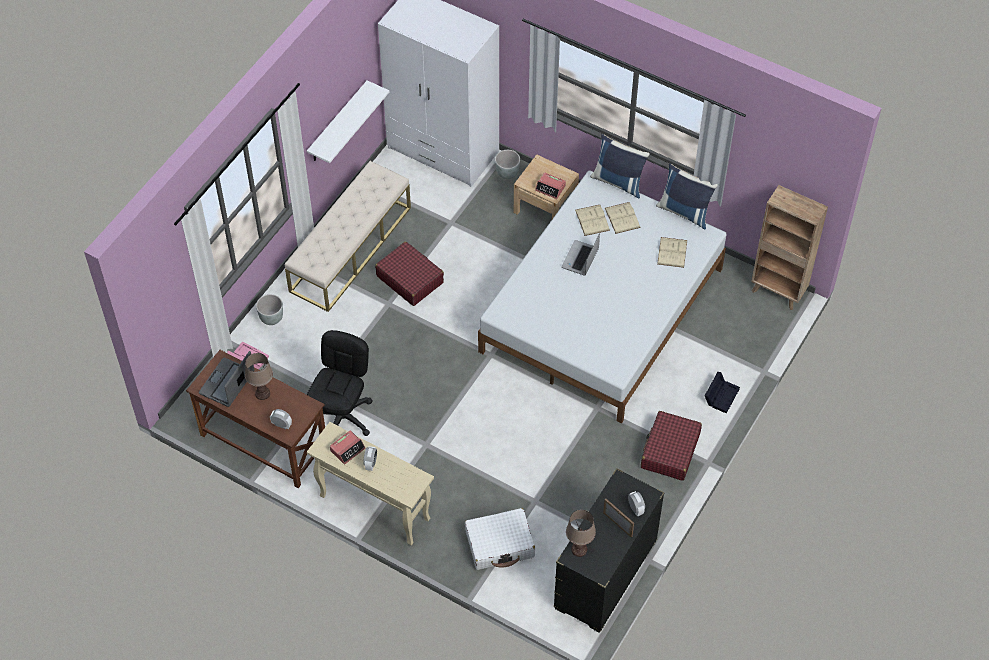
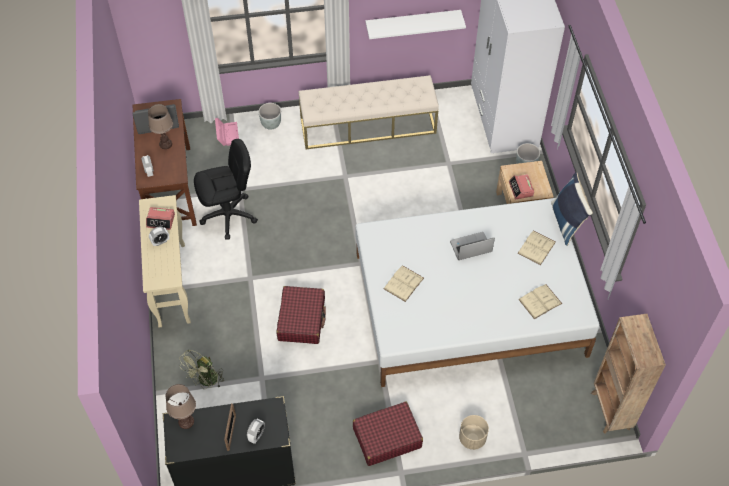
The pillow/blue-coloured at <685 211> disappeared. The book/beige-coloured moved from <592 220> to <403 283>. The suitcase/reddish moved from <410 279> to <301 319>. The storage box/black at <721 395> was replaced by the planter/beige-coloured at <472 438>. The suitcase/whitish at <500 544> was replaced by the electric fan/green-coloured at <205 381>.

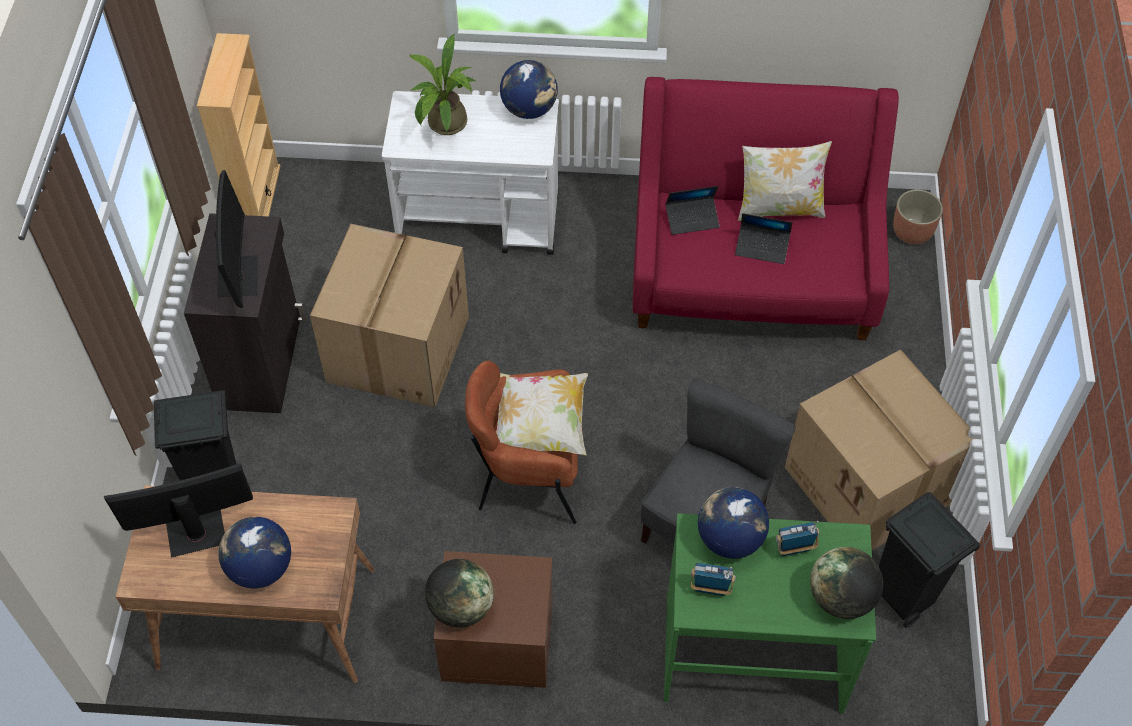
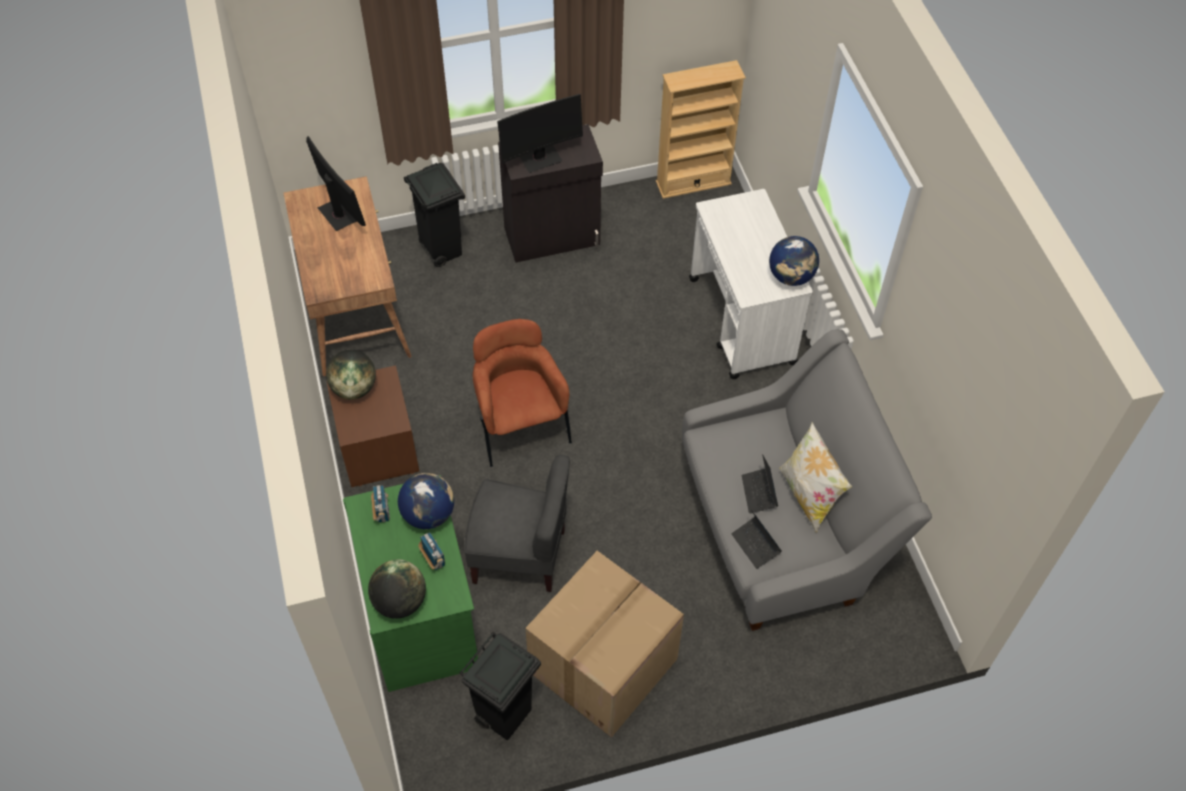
The plant in a pot at <444 126> disappeared. The couch/reddish at <751 274> became the couch/grey at <781 525>. The notebook computer moved from <692 219> to <756 545>. The planter at <912 231> disappeared. The carton at <397 347> disappeared. The pillow at <540 425> disappeared. The globe at <260 568> disappeared.

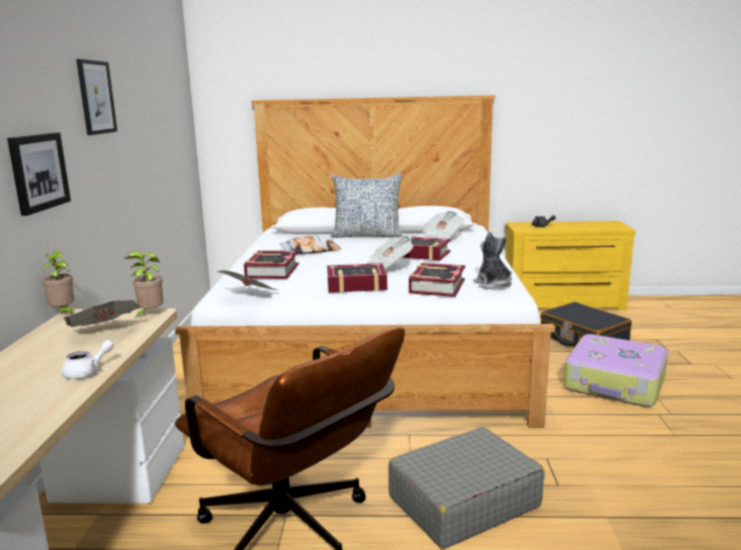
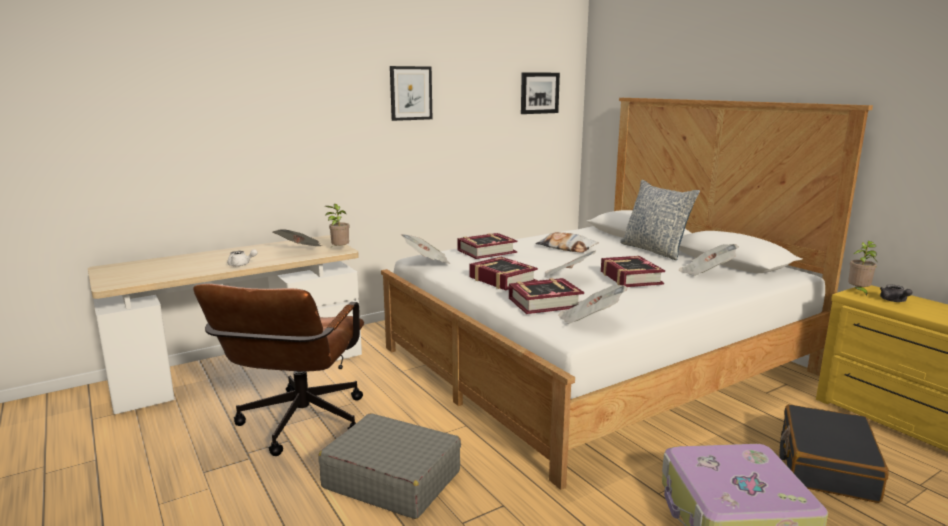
The picture moved from <38 172> to <539 93>. The soft toy at <493 284> was replaced by the newspaper at <589 320>. The plant in a pot moved from <63 313> to <858 292>.

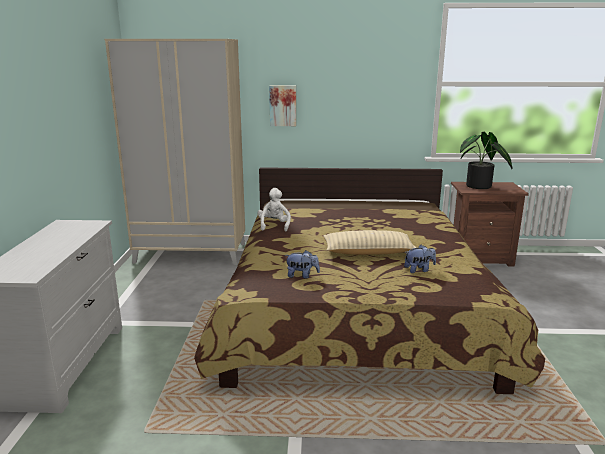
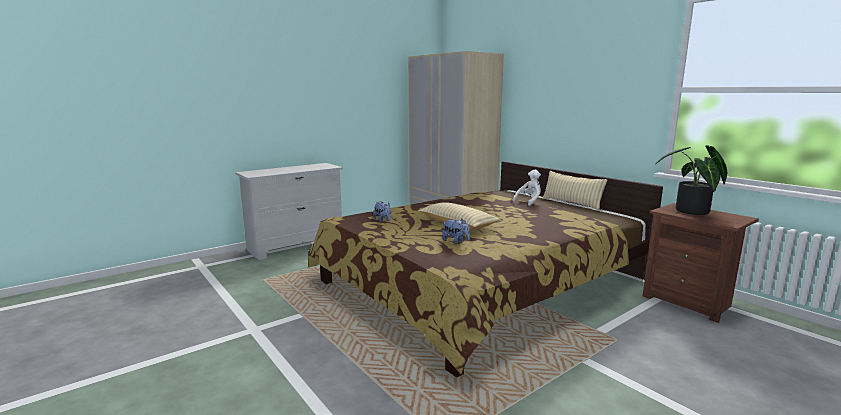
The picture at <283 105> disappeared. The soft toy/whitish moved from <274 226> to <529 201>. The pillow/beige-coloured at <571 203> appeared.

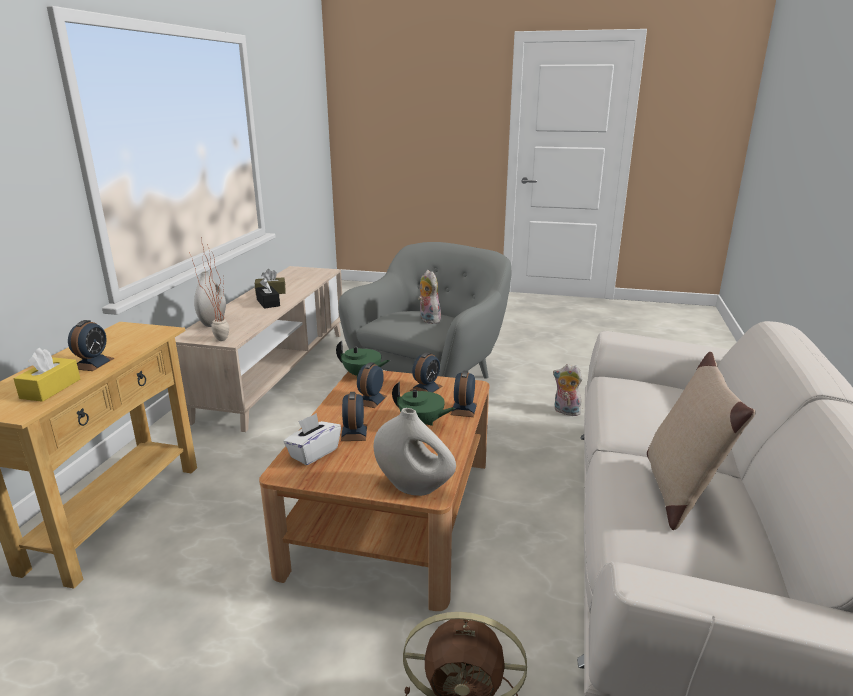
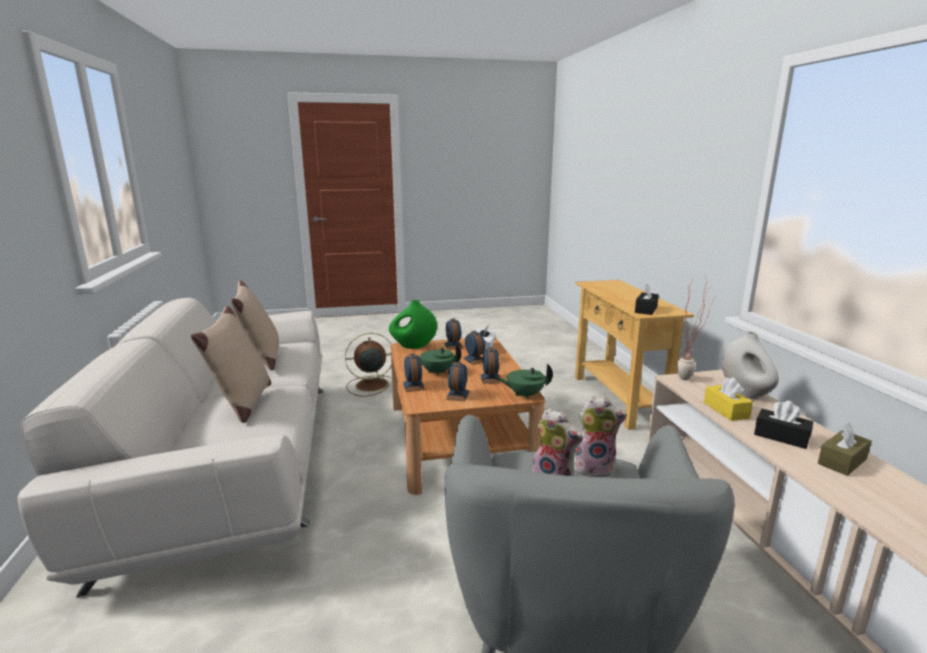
The alarm clock moved from <92 363> to <453 345>. The tissue holder/yellowish moved from <51 388> to <726 410>. The soft toy moved from <565 412> to <594 468>. The flower vase/whitish at <414 487> became the flower vase/green-coloured at <413 346>. The tissue holder/black at <646 310> appeared. The pillow/beige-coloured at <242 404> appeared.

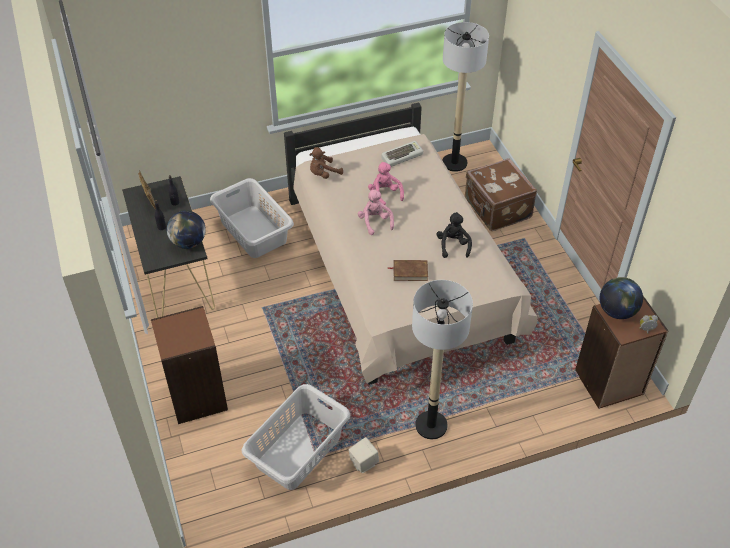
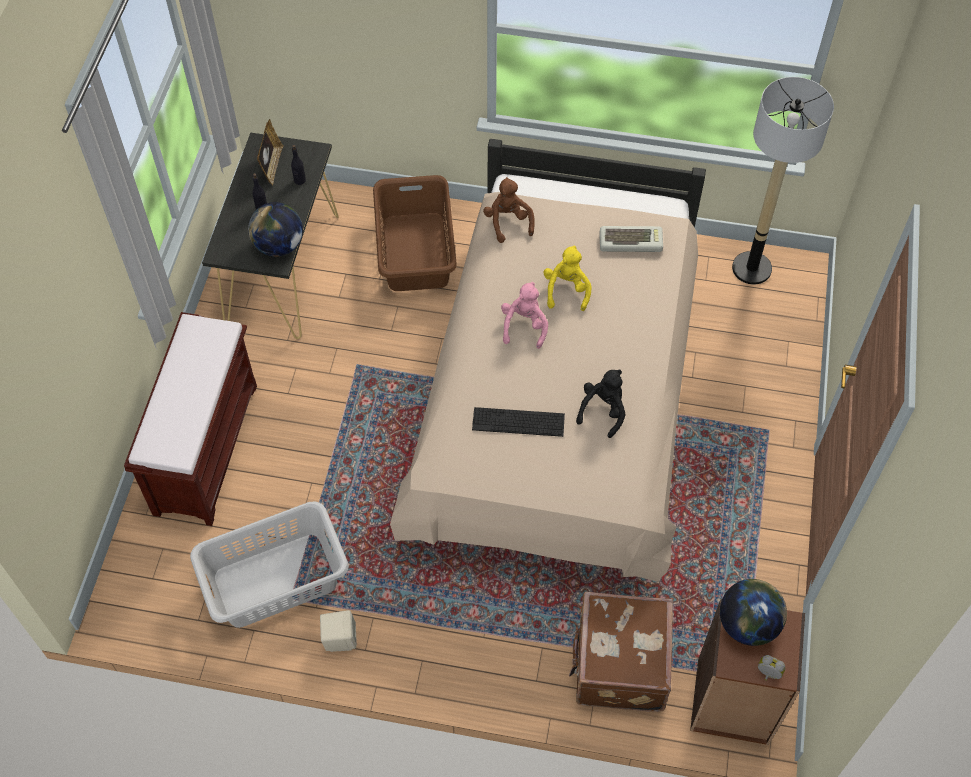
The soft toy/brownish at <323 174> turned 75 degrees clockwise. The suitcase/brownish moved from <496 209> to <618 665>. The soft toy/pinkish at <385 194> became the soft toy/yellowish at <566 290>. The hamper/grey at <254 231> became the hamper/brownish at <416 251>. The book/brownish at <410 272> was replaced by the keyboard at <518 422>. The standing lamp at <431 425> disappeared. The shelving unit/brownish at <196 396> was replaced by the long seat/brownish at <206 447>.

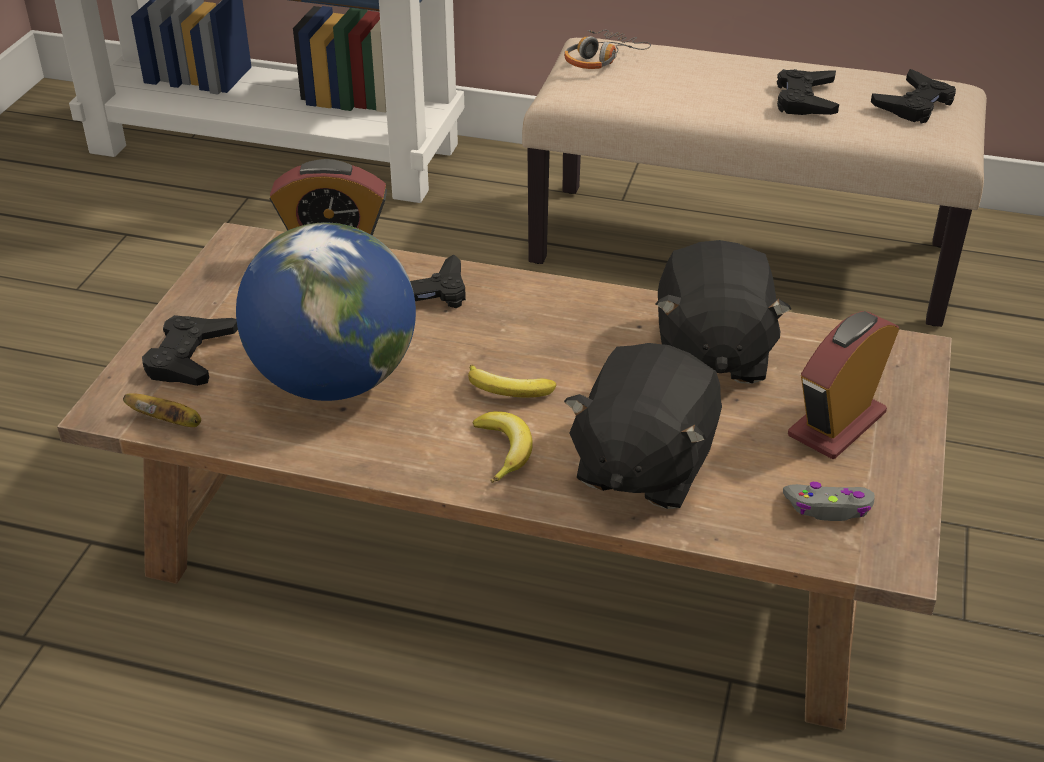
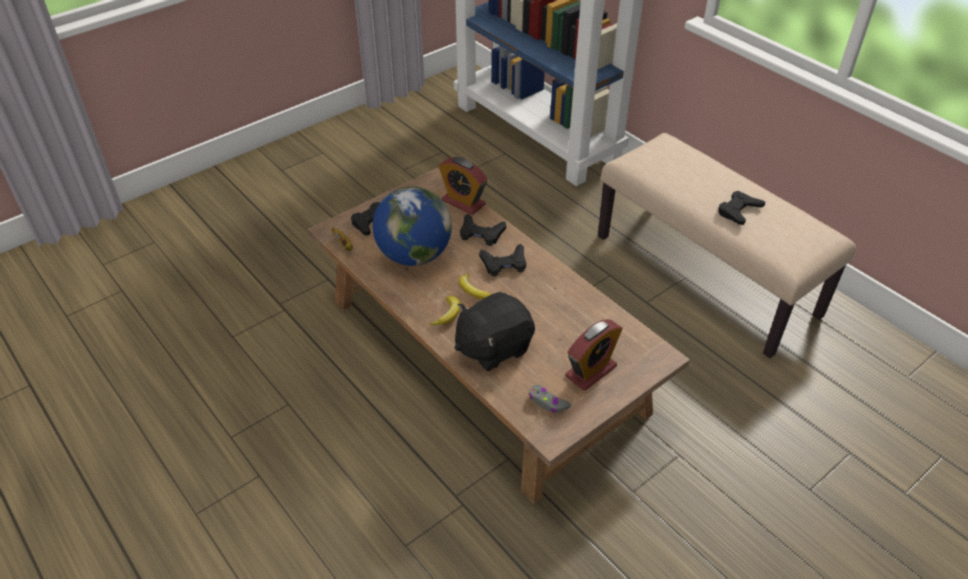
The headphones at <601 59> disappeared. The gamepad/black moved from <914 104> to <504 264>. The soft toy/black at <711 353> disappeared. The alarm clock at <837 424> turned 150 degrees clockwise.

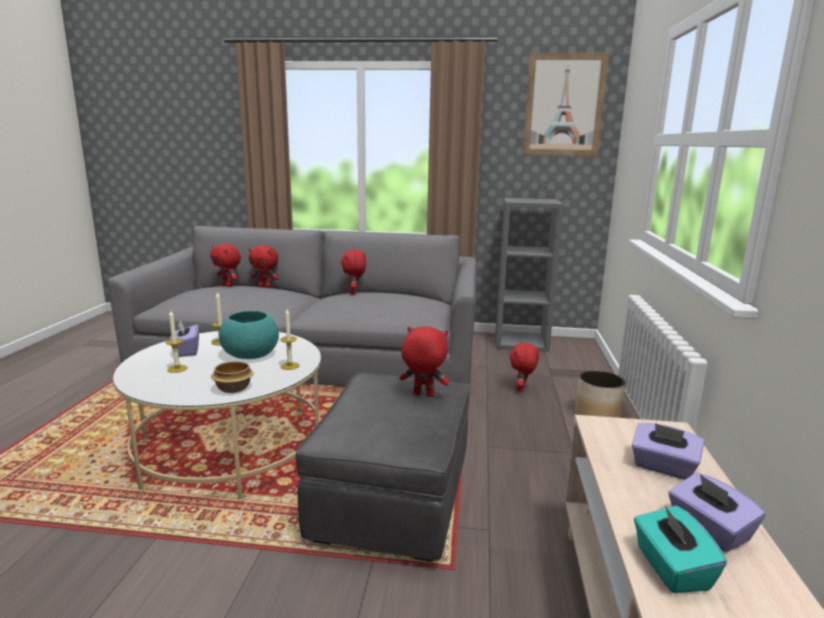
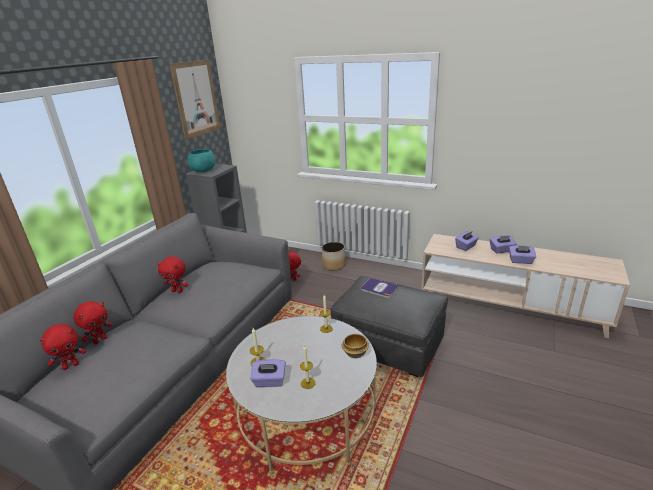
The deep dish/blue-green moved from <249 355> to <203 171>. The soft toy/reddish at <423 395> was replaced by the book at <379 288>. The tissue holder/blue-green at <671 568> became the tissue holder/purplish at <520 261>.

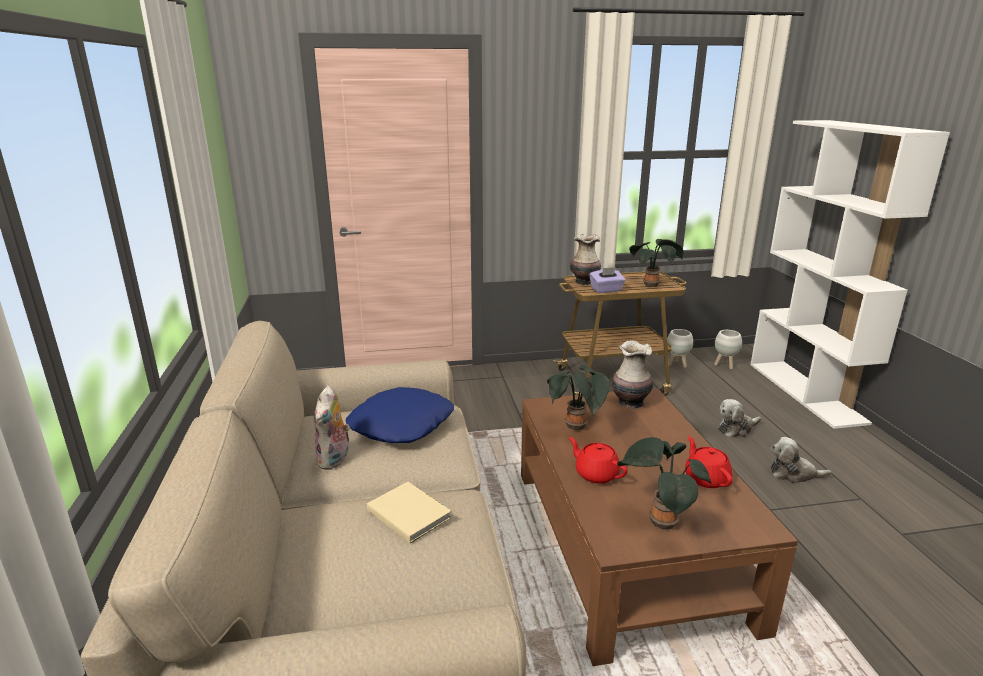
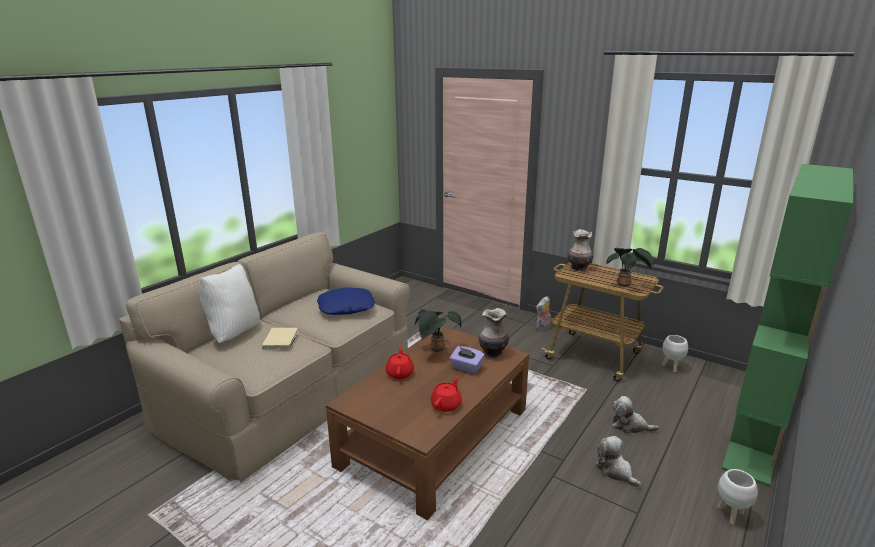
The shelving unit/whitish at <806 392> became the shelving unit/green-coloured at <756 436>. The tissue holder/purplish moved from <606 290> to <466 368>. The planter/whitish moved from <725 365> to <731 515>. The soft toy moved from <335 460> to <542 328>. The plant in a pot at <659 522> disappeared. The pillow/whitish at <234 333> appeared.

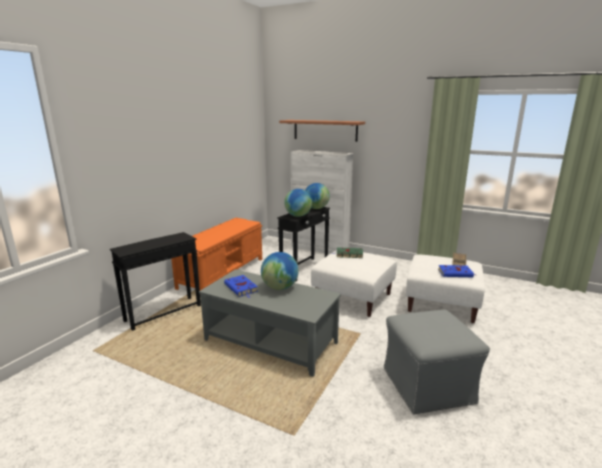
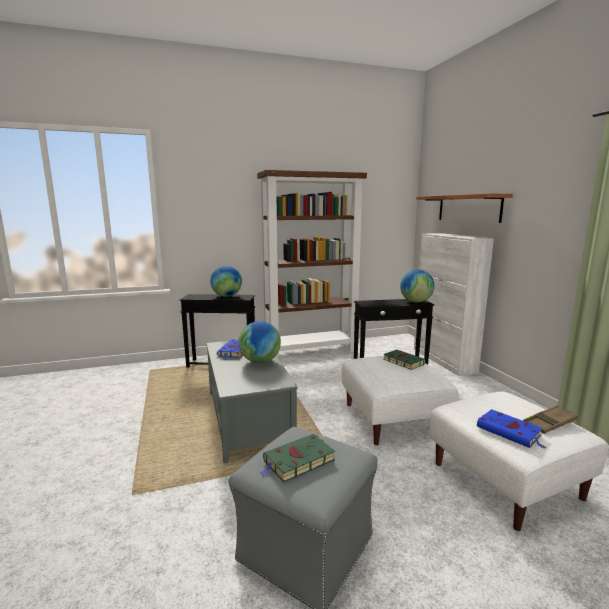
The globe moved from <298 216> to <227 296>. The long seat/orange-coloured at <222 272> was replaced by the shelving unit/brownish at <311 351>. The book/green-coloured at <297 461> appeared.

